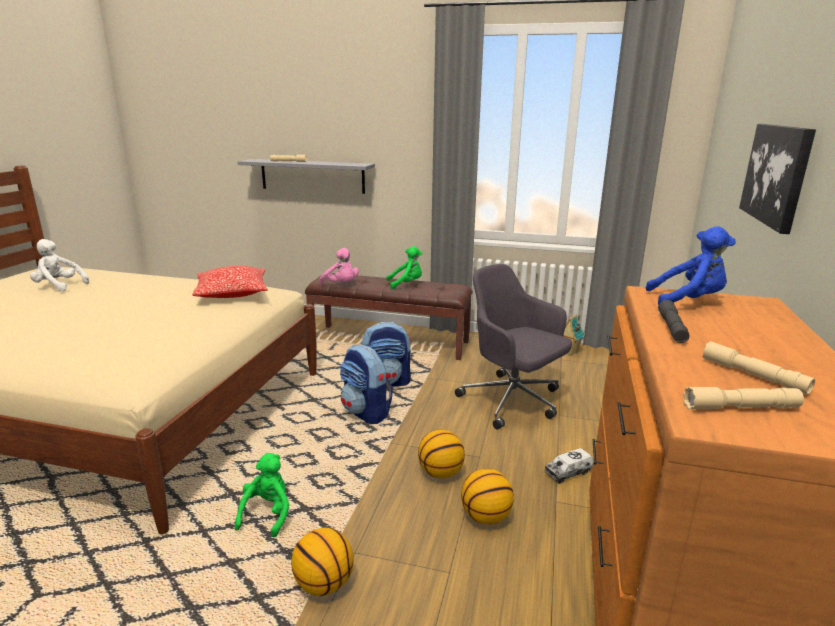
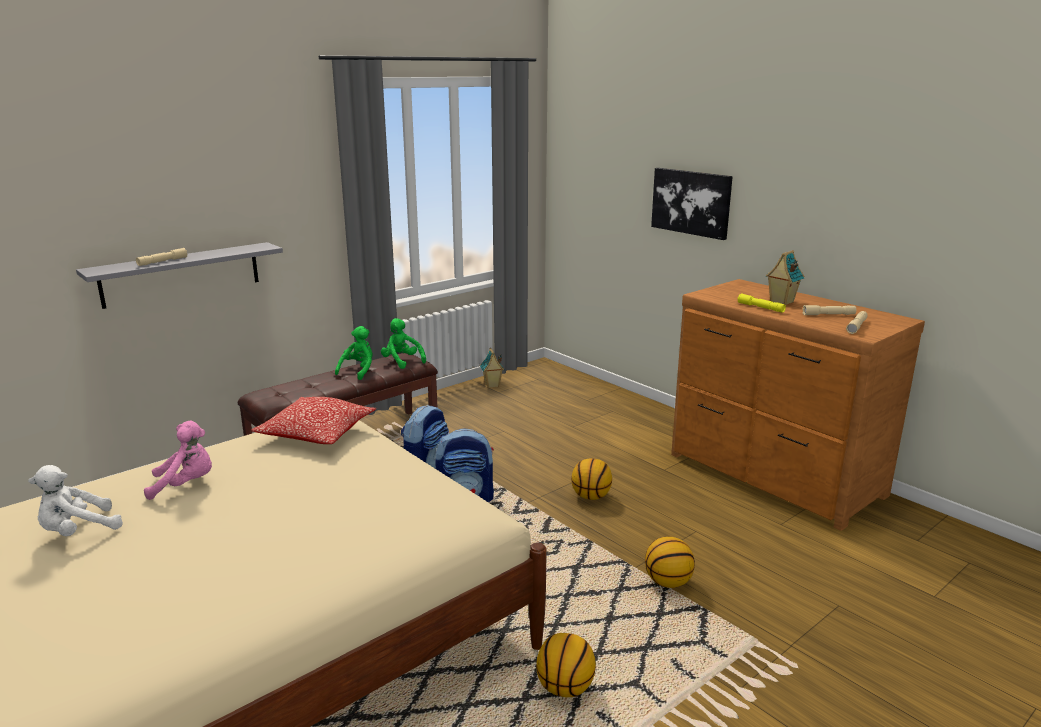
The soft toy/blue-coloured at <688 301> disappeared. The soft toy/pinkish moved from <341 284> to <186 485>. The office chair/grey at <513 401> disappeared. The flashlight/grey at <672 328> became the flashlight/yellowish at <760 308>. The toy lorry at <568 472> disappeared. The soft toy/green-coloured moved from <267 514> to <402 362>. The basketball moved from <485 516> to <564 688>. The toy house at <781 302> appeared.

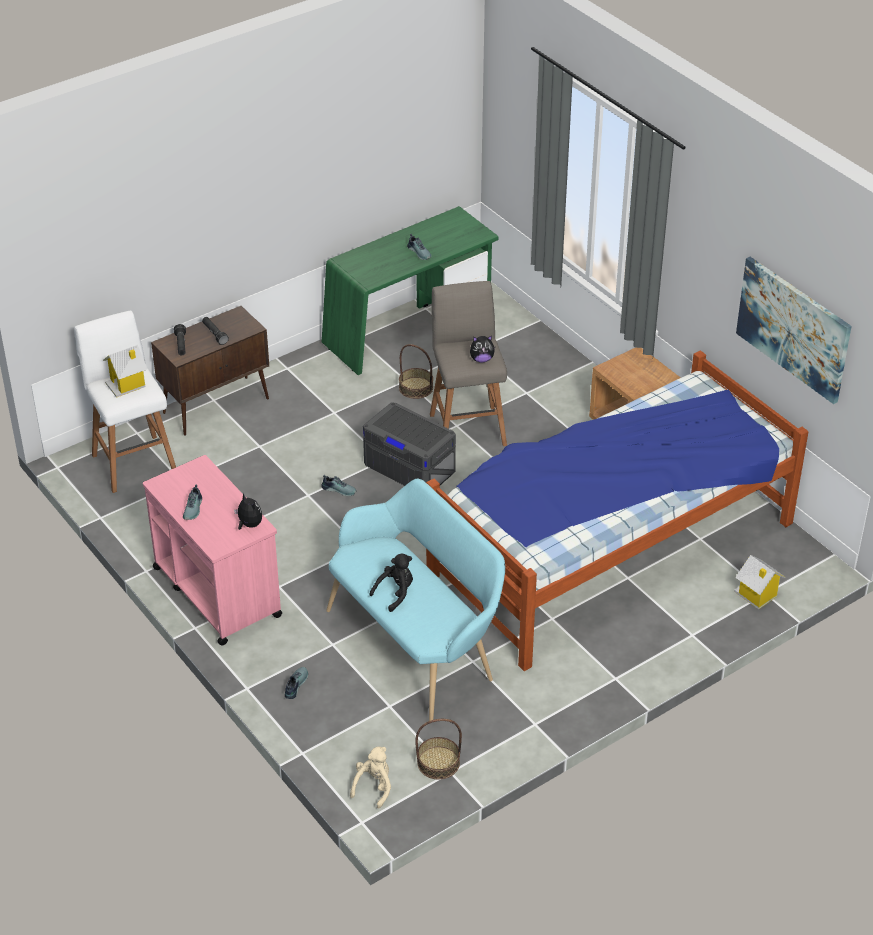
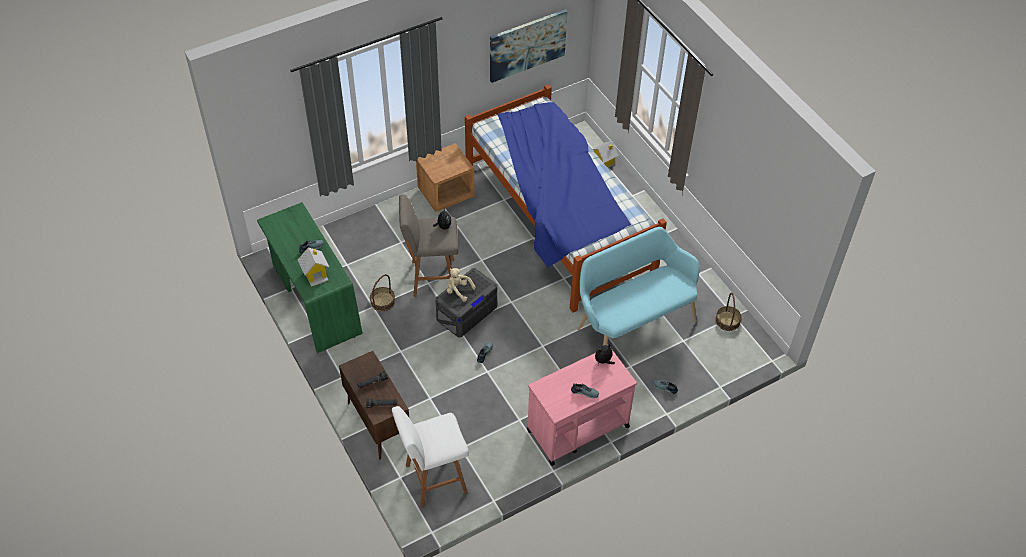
The toy house moved from <127 384> to <315 274>. The soft toy/black at <395 593> disappeared. The soft toy/beige-coloured moved from <374 787> to <458 290>.

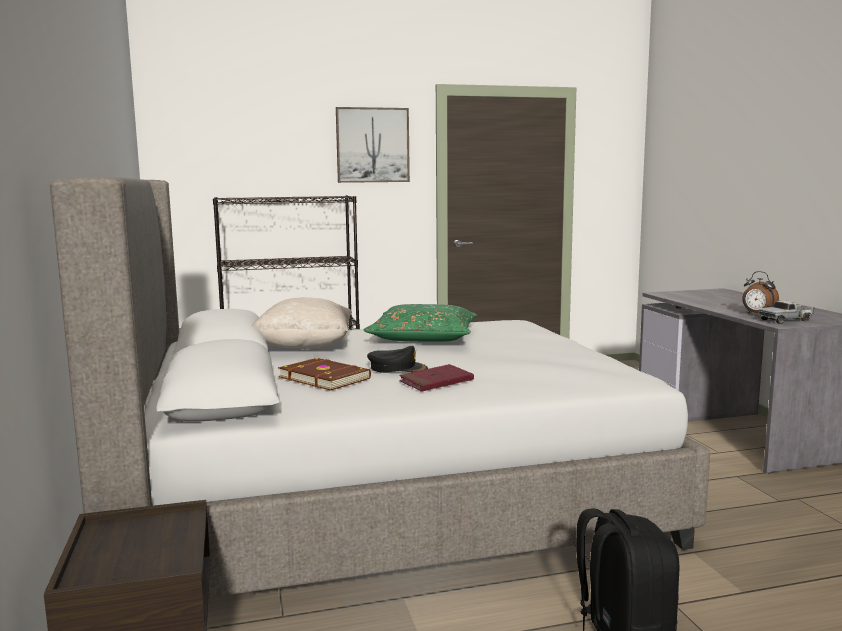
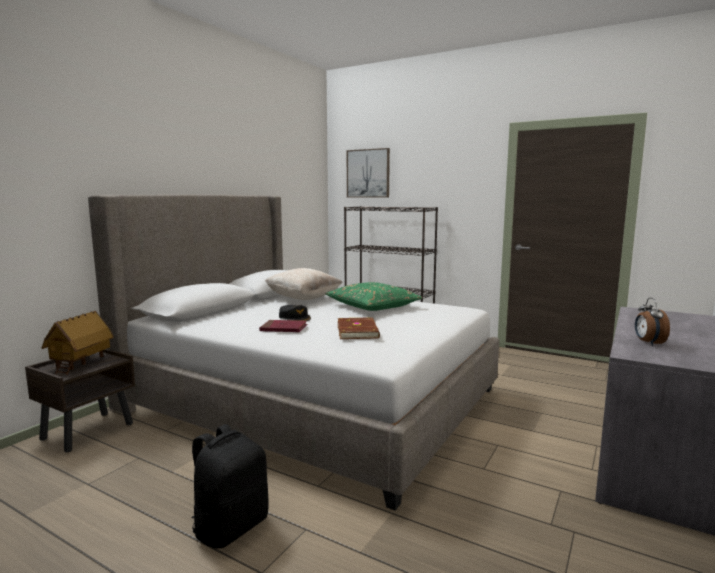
The picture moved from <372 145> to <368 173>. The toy lorry at <786 320> disappeared. The book/brownish moved from <325 377> to <358 331>. The toy house at <81 363> appeared.

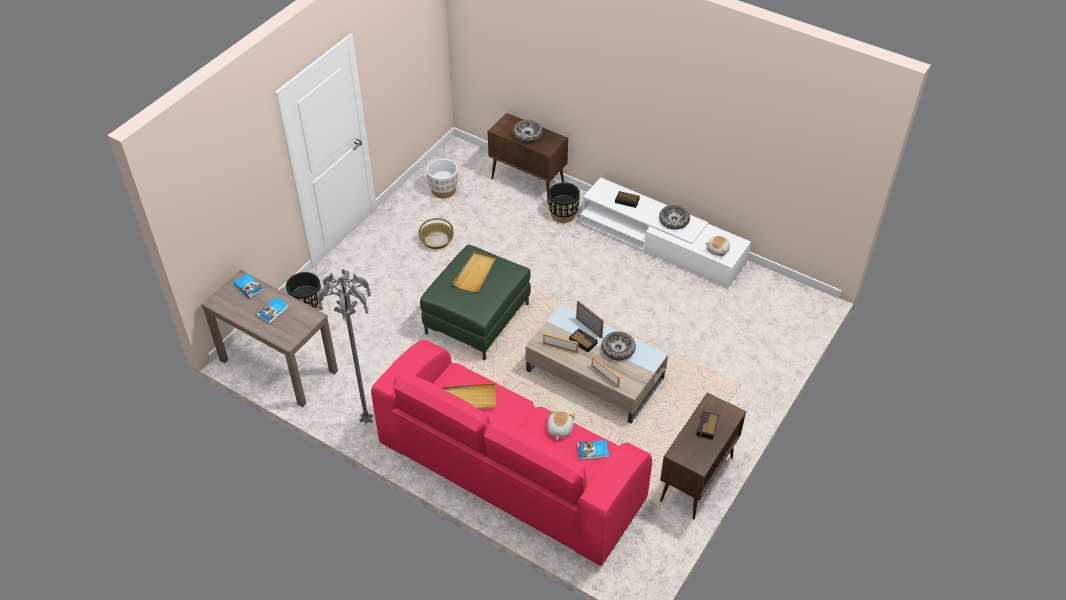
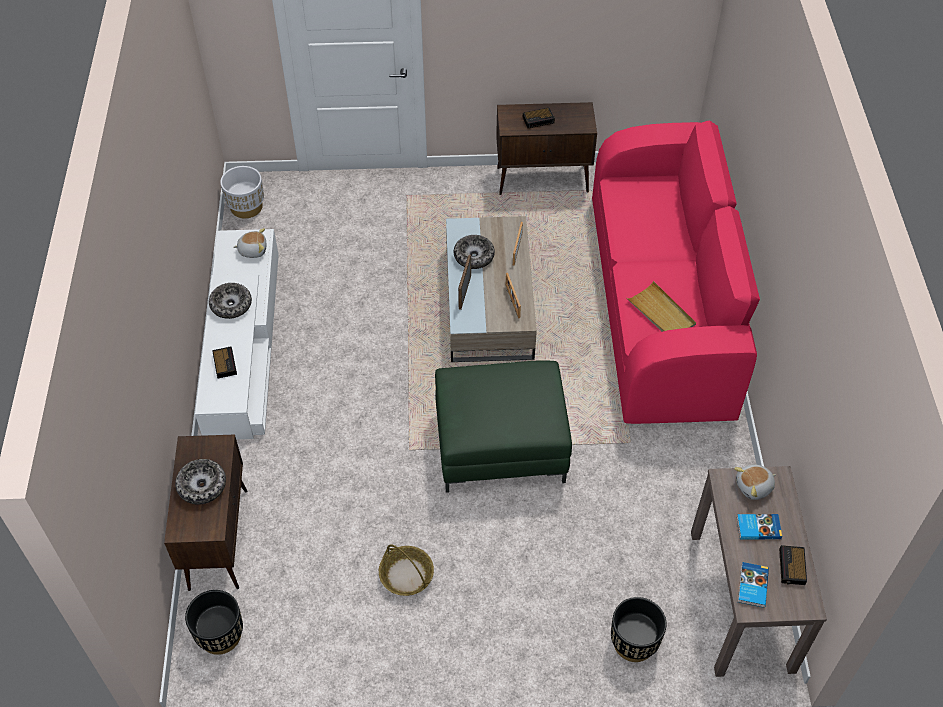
The planter/whitish moved from <443 190> to <246 207>. The planter/black moved from <563 214> to <220 635>. The tray/beige-coloured at <475 273> disappeared. The standing lamp/grey at <367 420> disappeared. The alarm clock moved from <582 341> to <792 567>. The soft toy moved from <559 429> to <754 487>. The book at <593 451> disappeared.

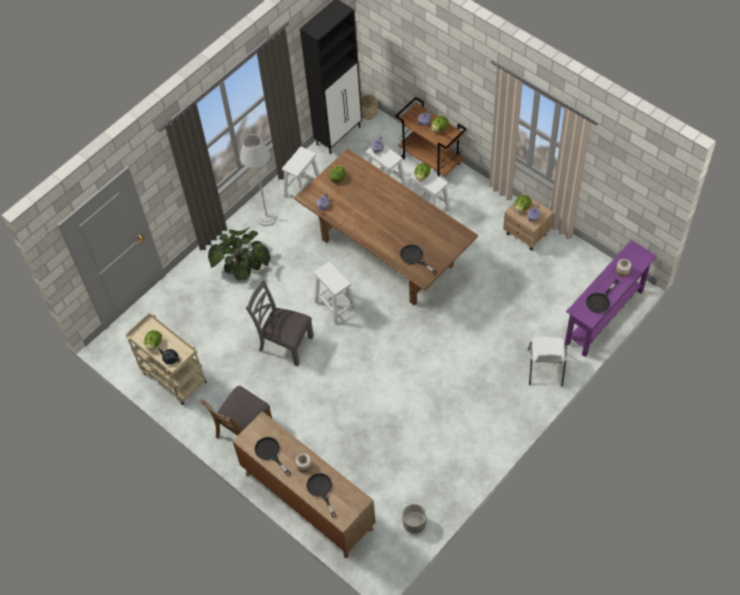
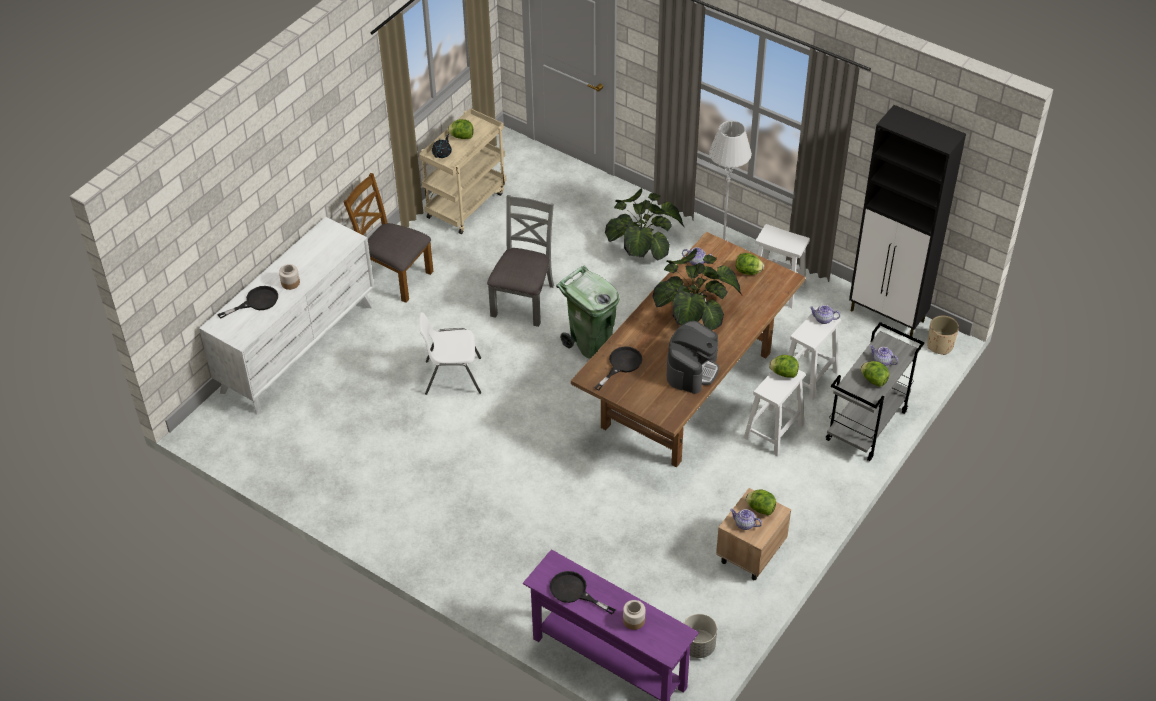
The trolley/brownish at <431 161> became the trolley/grey at <866 426>. The stool seat/whitish at <335 305> was replaced by the rubbish bin/green-coloured at <590 342>. The chair/whitish moved from <545 368> to <452 376>. The drawer chest/brownish at <308 500> became the drawer chest/whitish at <298 347>. The pan/black at <270 453> disappeared. The planter/grey moved from <414 523> to <698 646>. The plant in a pot at <695 310> appeared. The coffee maker at <692 369> appeared.

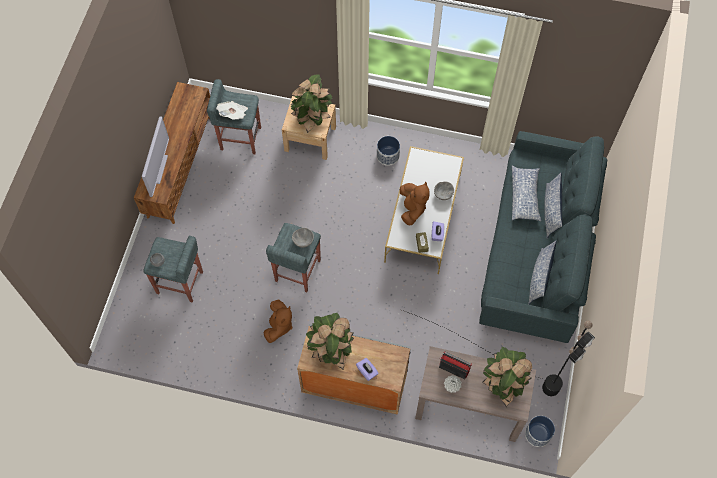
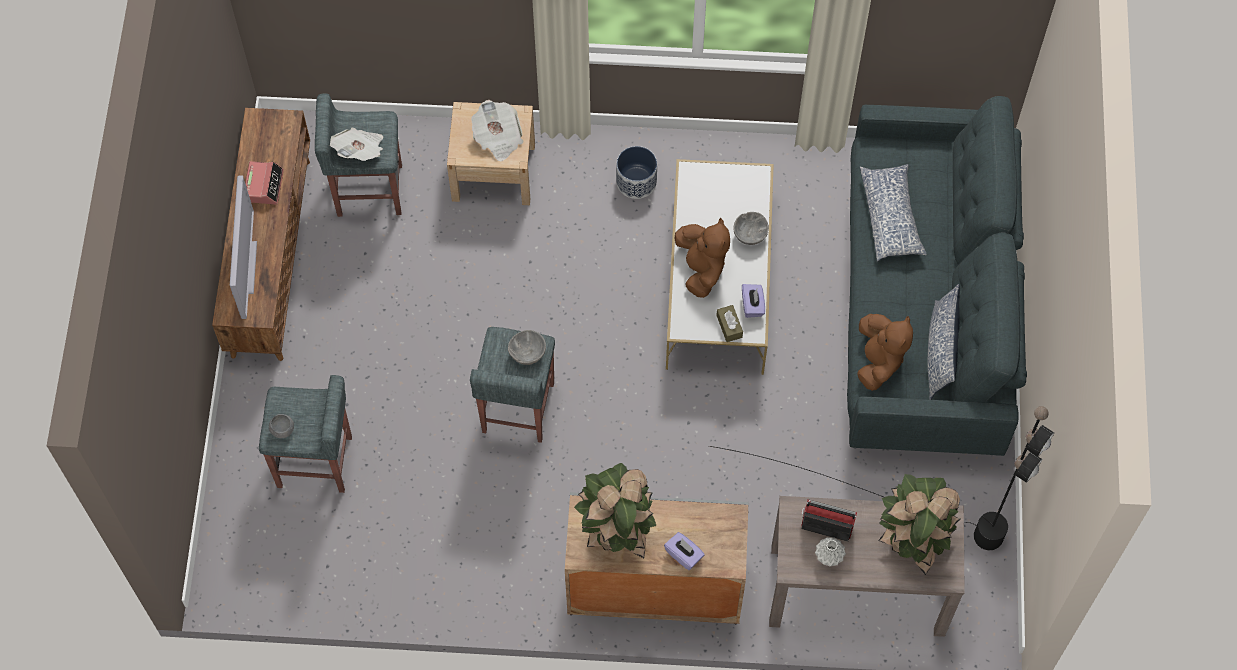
The plant in a pot at <312 119> was replaced by the newspaper at <498 138>. The pillow at <551 211> disappeared. The soft toy/brownish moved from <279 326> to <879 360>. The planter at <537 434> disappeared. The alarm clock at <264 185> appeared.

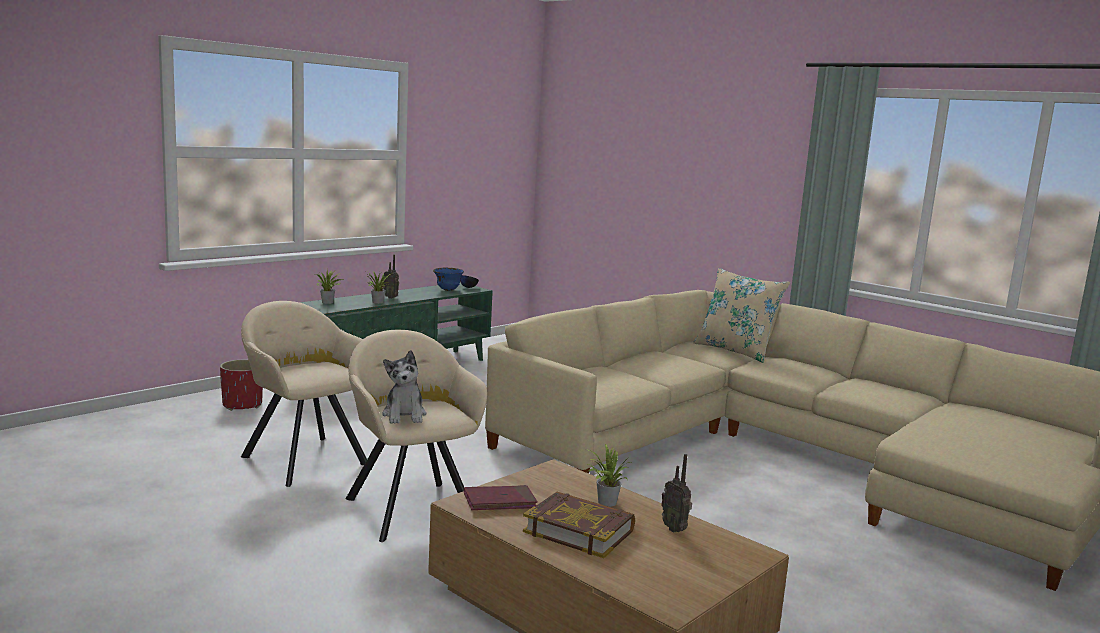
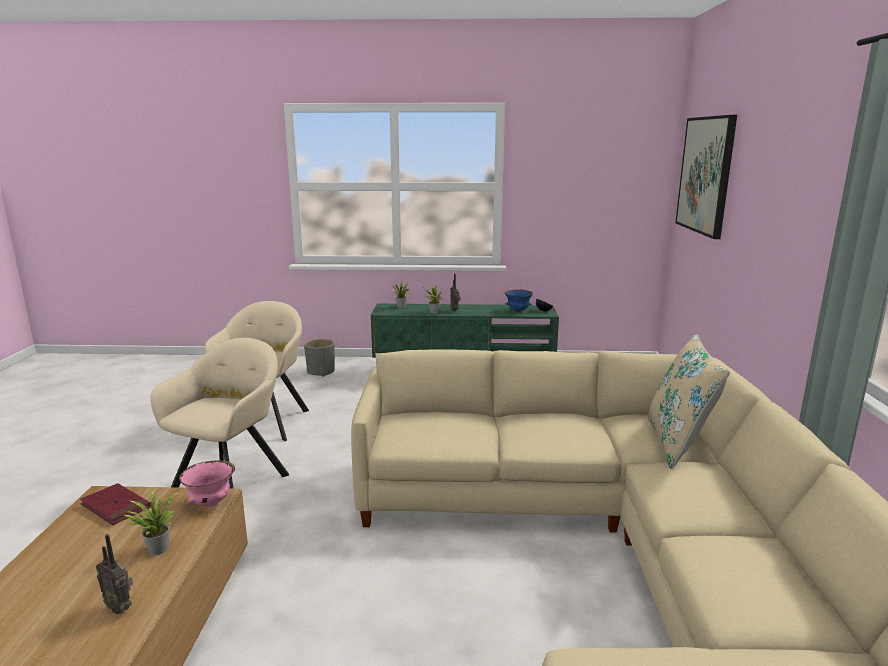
The soft toy at <404 415> disappeared. The planter/reddish at <242 405> became the planter/grey at <321 372>. The radio set at <675 529> turned 75 degrees counterclockwise. The book at <579 531> disappeared. The picture at <706 175> appeared. The deep dish/pinkish at <211 503> appeared.

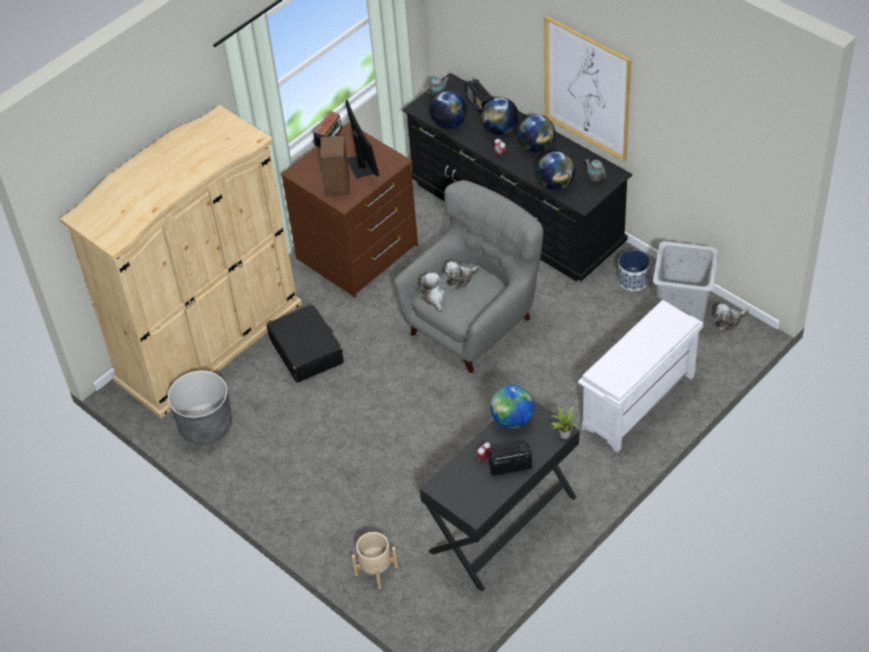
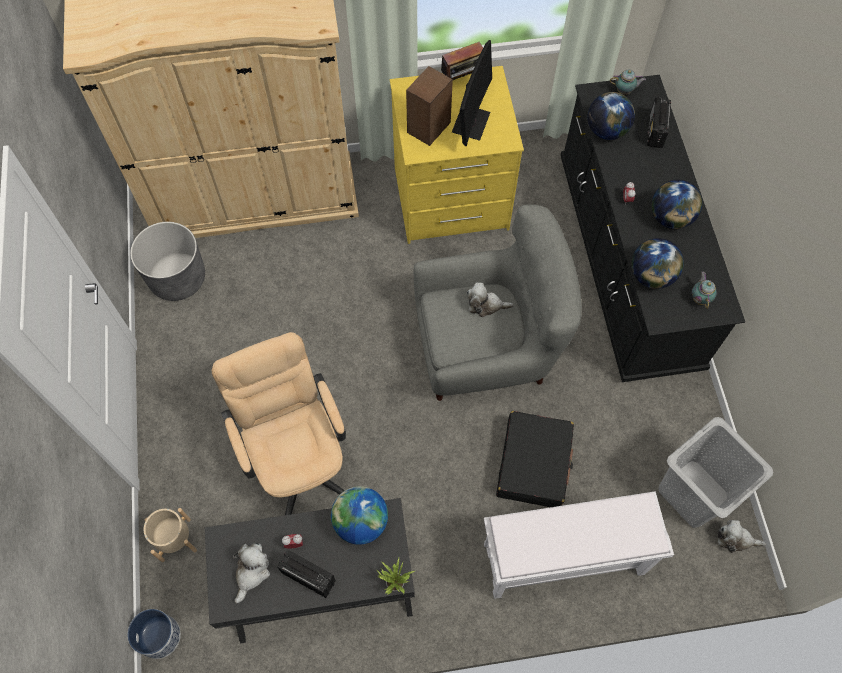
The picture at <587 88> disappeared. The globe at <500 130> disappeared. The drawer chest/brownish at <358 253> became the drawer chest/yellowish at <451 200>. The planter moved from <633 280> to <159 636>. The soft toy moved from <433 297> to <251 572>. The suitcase/black moved from <306 351> to <533 464>. The office chair/beige-coloured at <297 458> appeared.

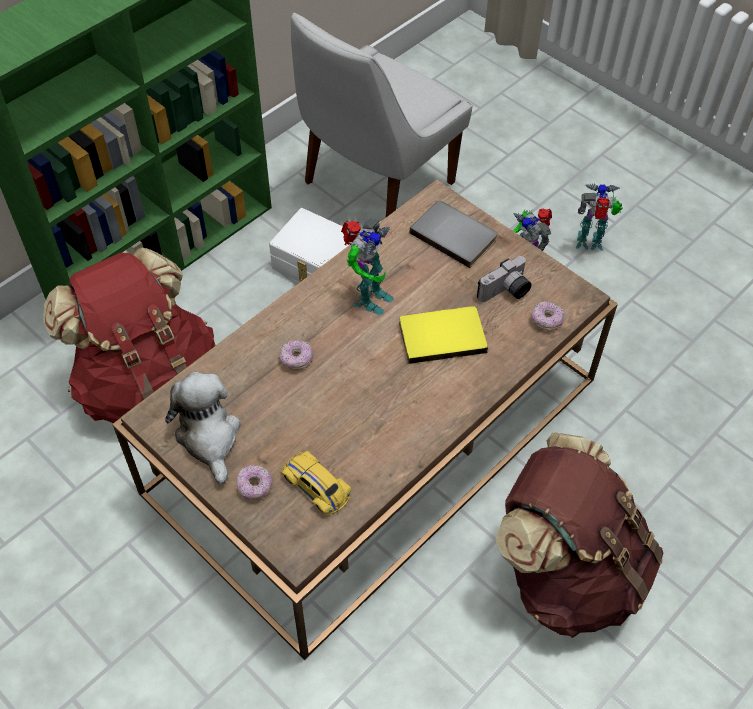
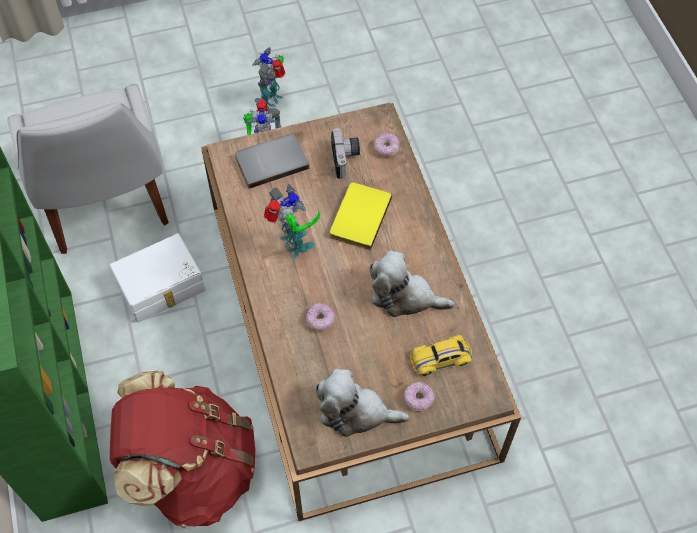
The knapsack/brownish at <566 571> disappeared. The soft toy at <405 296> appeared.

